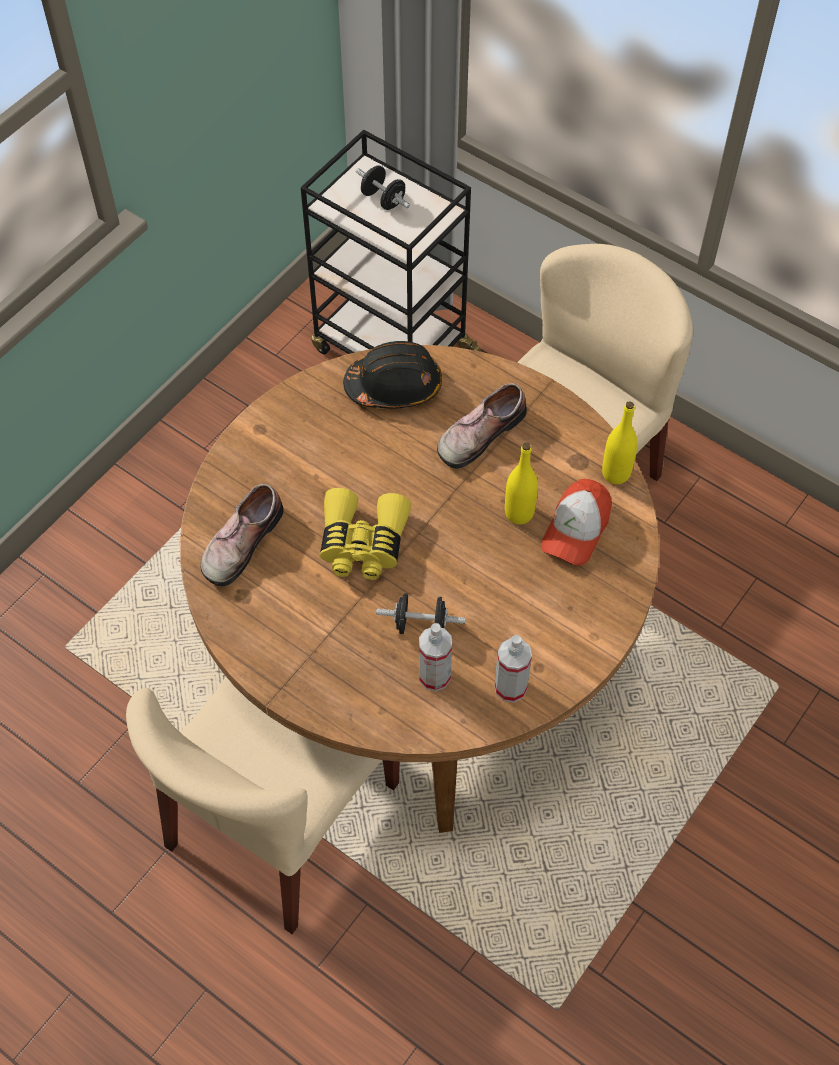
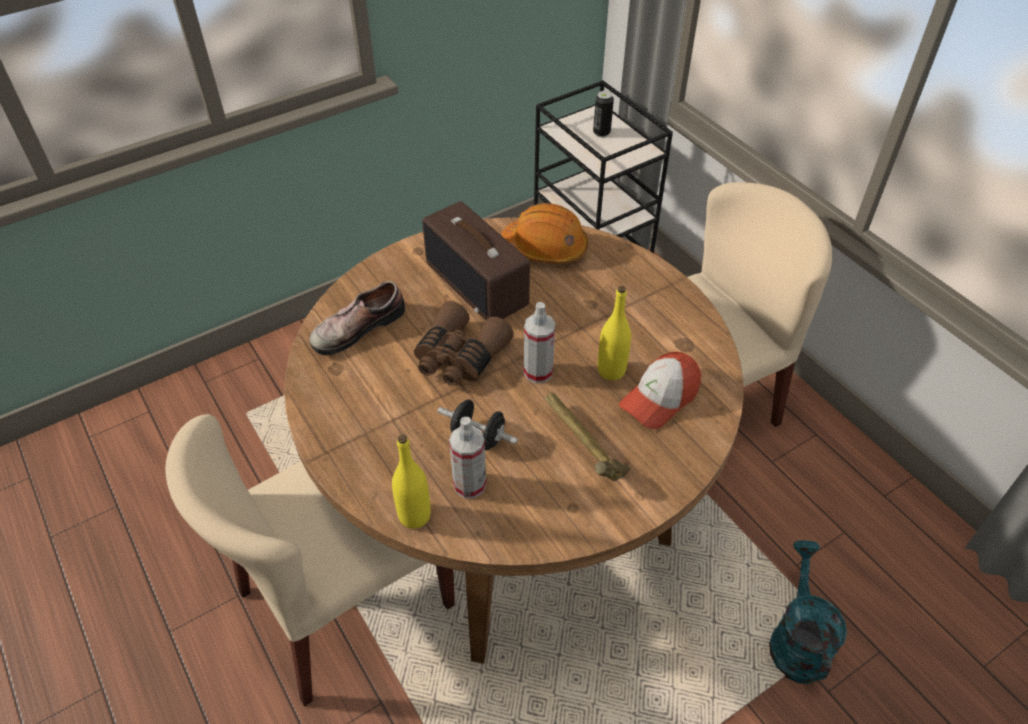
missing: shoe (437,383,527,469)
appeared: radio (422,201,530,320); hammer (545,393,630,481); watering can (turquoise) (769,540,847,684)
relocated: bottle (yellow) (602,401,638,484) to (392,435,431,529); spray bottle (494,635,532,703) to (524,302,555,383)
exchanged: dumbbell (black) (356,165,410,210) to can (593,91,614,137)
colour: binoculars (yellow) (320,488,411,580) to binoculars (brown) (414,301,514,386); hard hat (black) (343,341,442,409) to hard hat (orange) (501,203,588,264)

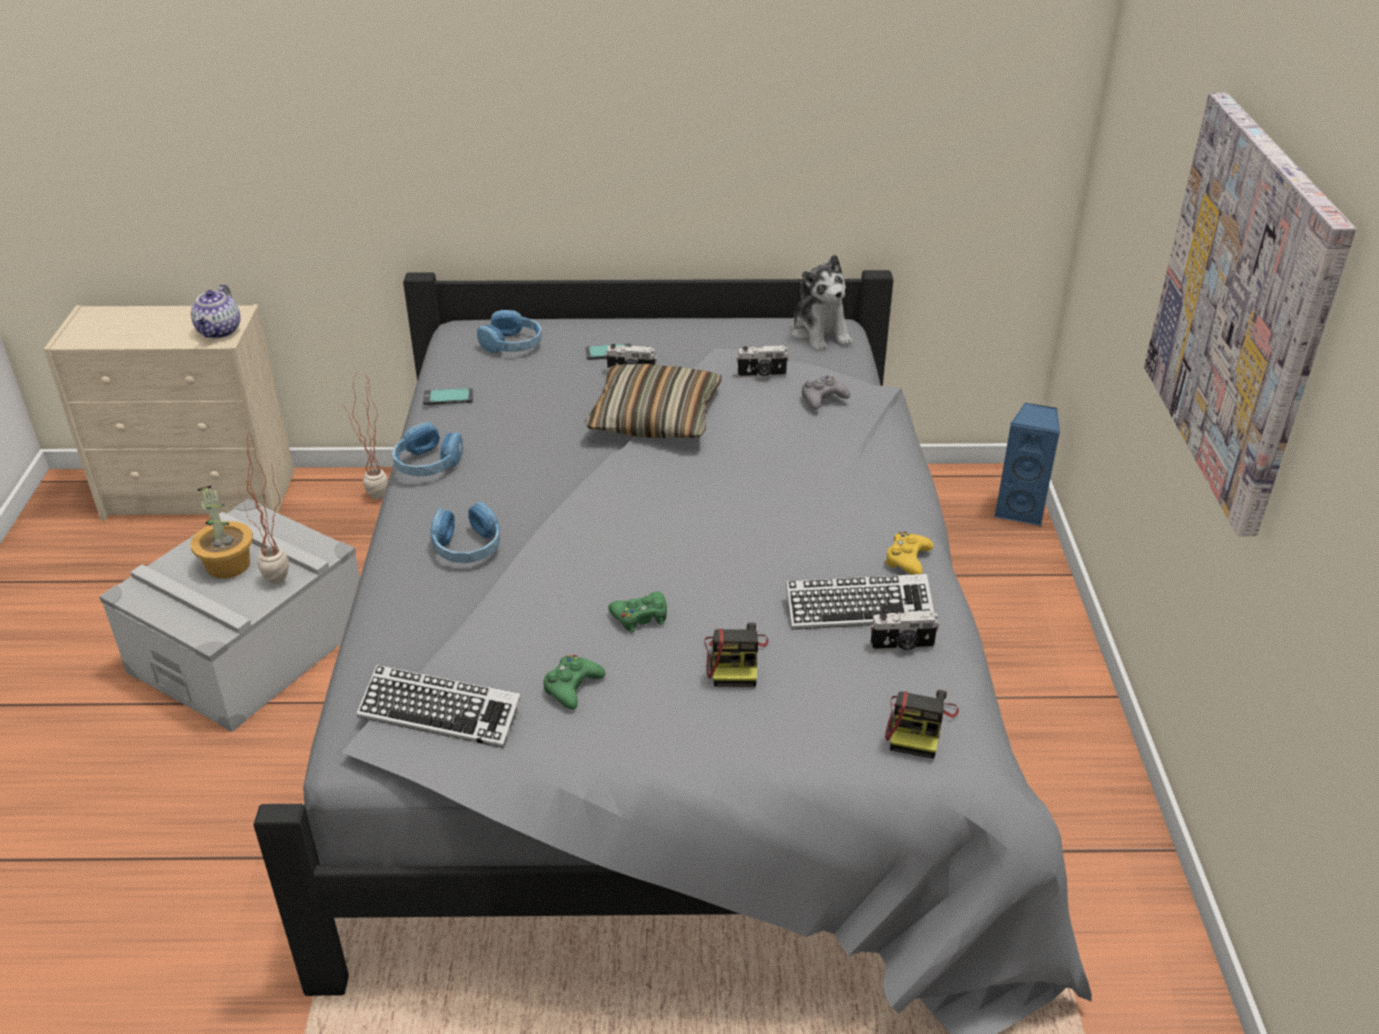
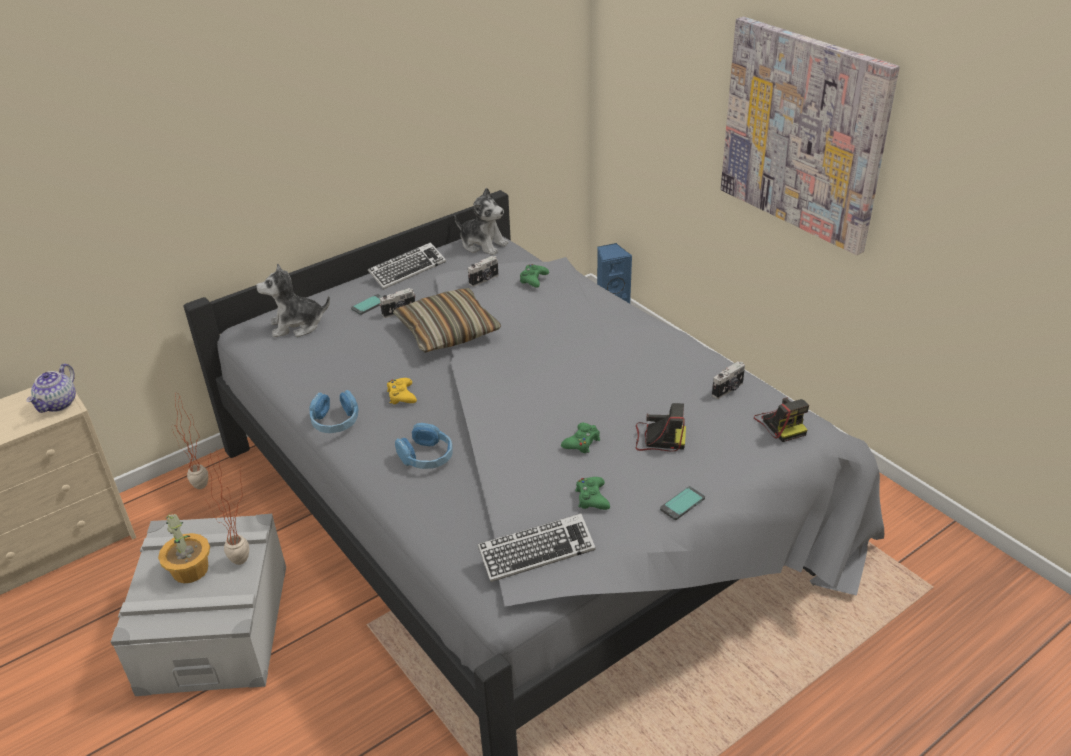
relocated: keyboard (786,574,934,630) to (368,242,446,289); game controller (yellow) (884,532,934,575) to (387,378,417,404); phone (423,388,473,405) to (660,486,705,520)
exchanged: headphones (blue) (477,310,542,354) to plush toy (256,263,330,337)
colour: game controller (grey) (802,376,850,410) to game controller (green) (520,264,549,288)
spun: teapot (191,284,240,338) = (27,364,76,413) 45 degrees clockwise; photo camera (704,623,769,687) = (636,403,686,452) 45 degrees counterclockwise

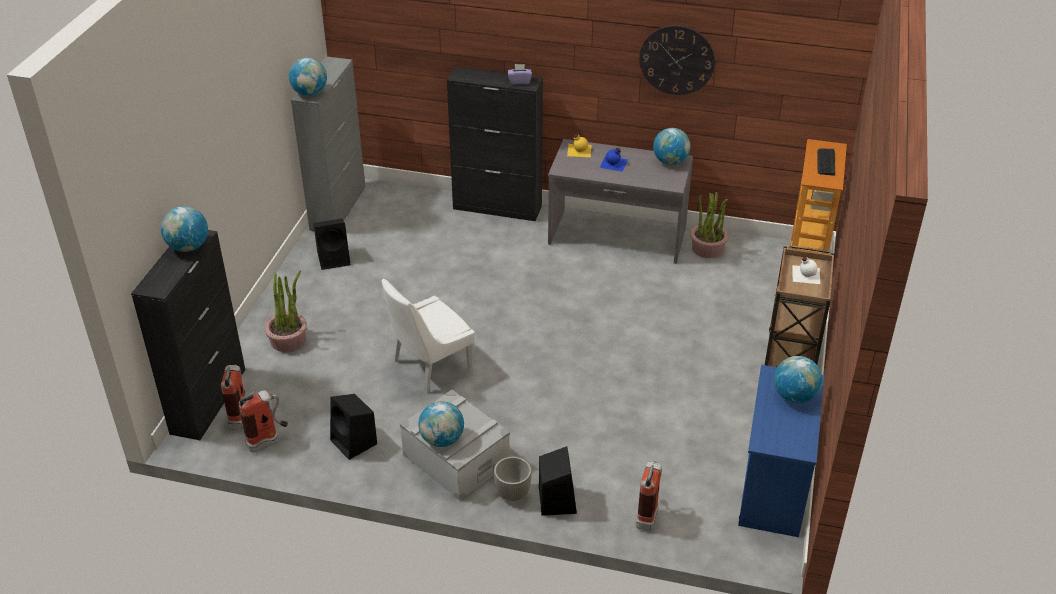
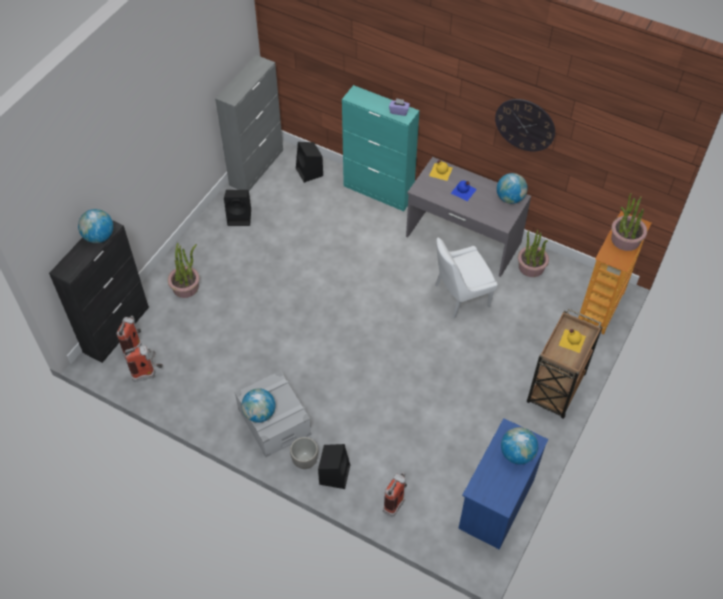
missing: globe (289,58,327,96)
relocated: speaker (black) (330,394,377,460) to (296,142,323,183); chair (white) (382,278,475,394) to (435,237,498,318)
exchanged: keyboard (817,148,835,176) to potted plant (611,193,647,251)
colour: cabinet (black) (447,67,543,221) to cabinet (turquoise) (342,85,420,211); bottle (white) (792,257,820,284) to bottle (yellow) (559,329,586,353)

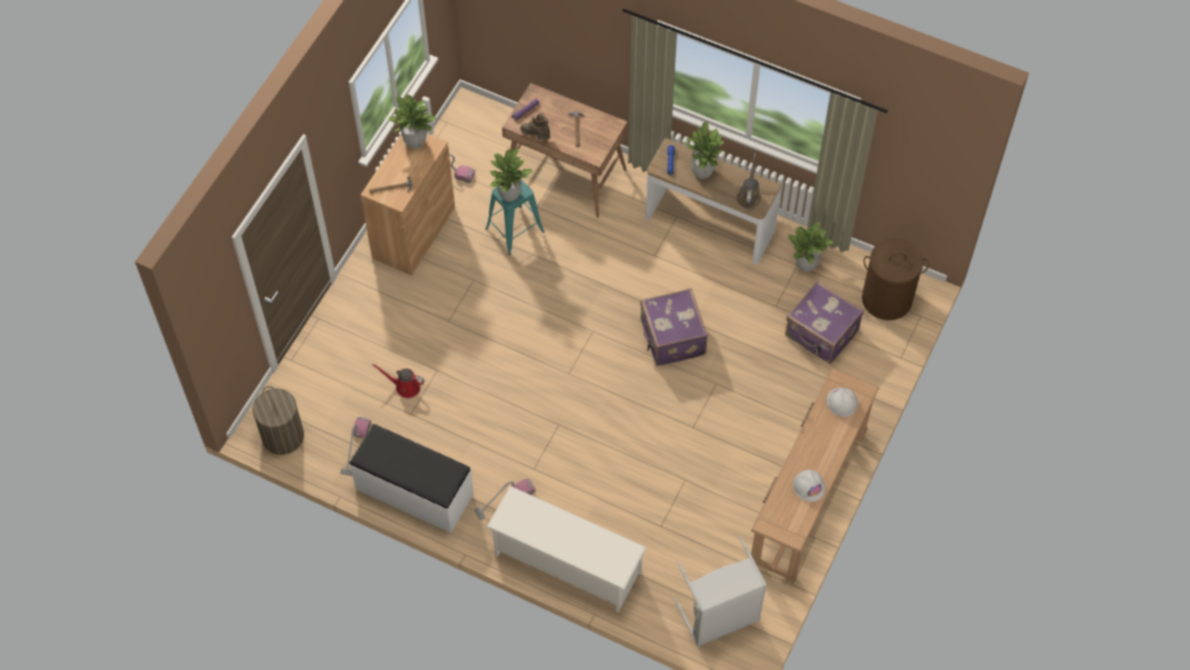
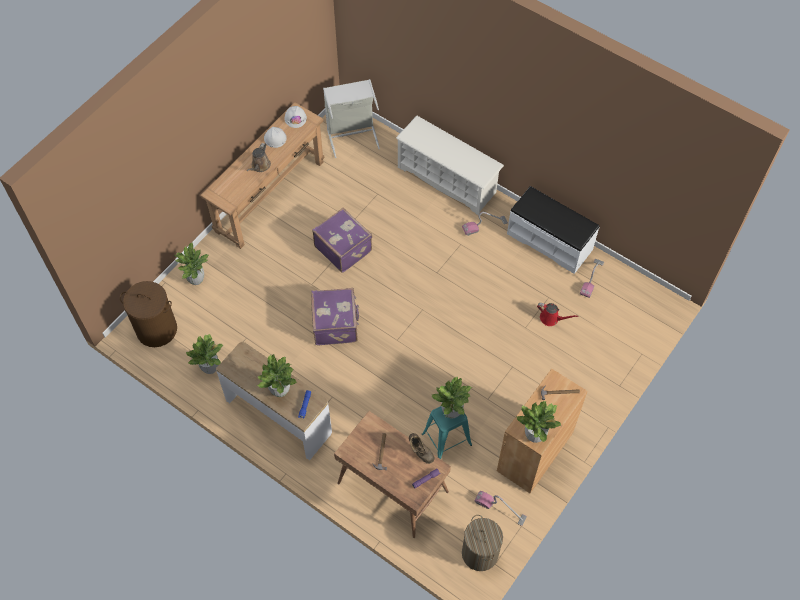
appeared: potted plant (175,242,209,285)
relocated: watering can (brown) (737,153,761,209) to (247,143,271,172); hard hat (white) (826,388,858,417) to (284,106,307,128); suitcase (purple) (785,281,864,364) to (312,208,372,273); laundry basket (252,386,304,455) to (462,515,503,571)

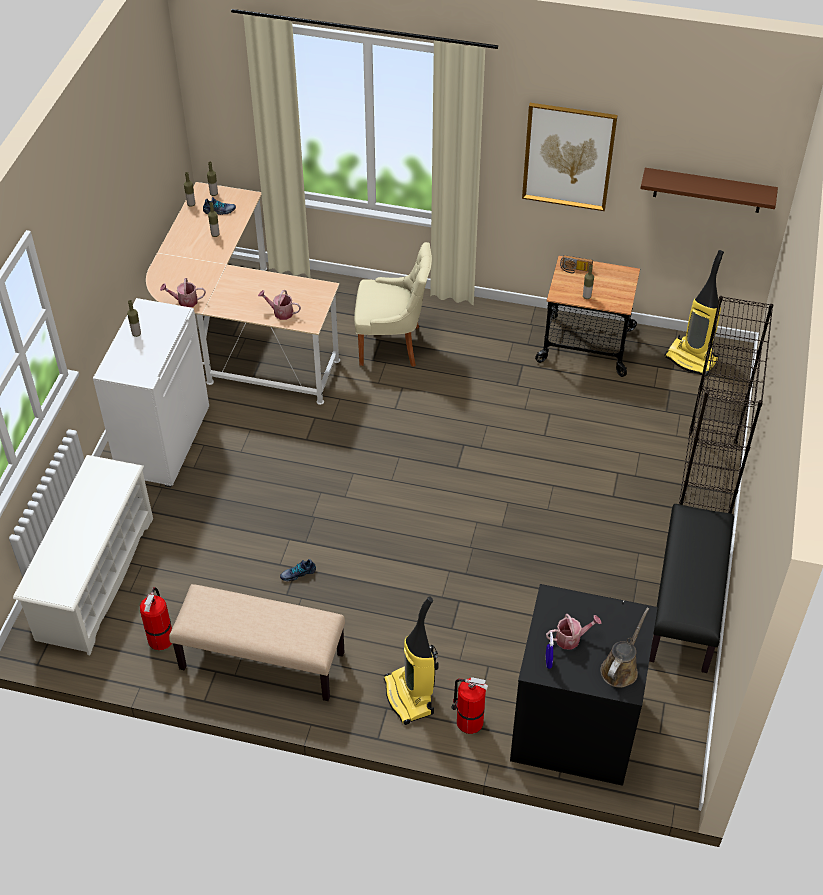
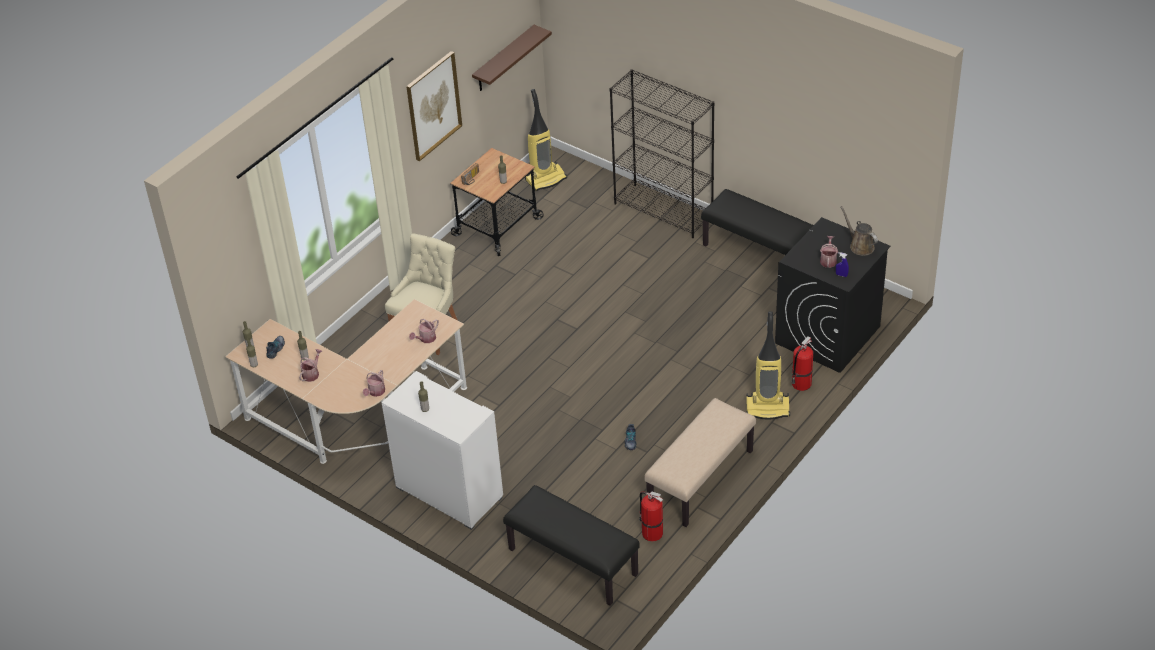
appeared: watering can (299,349,322,382)
exchanged: shoe rack (white) (13,455,153,655) to bench (black) (503,485,640,606)

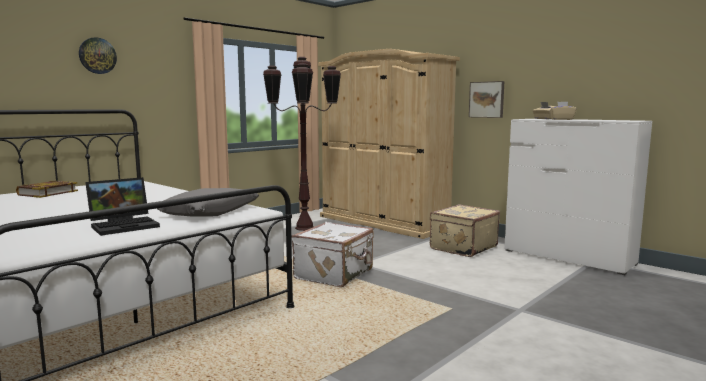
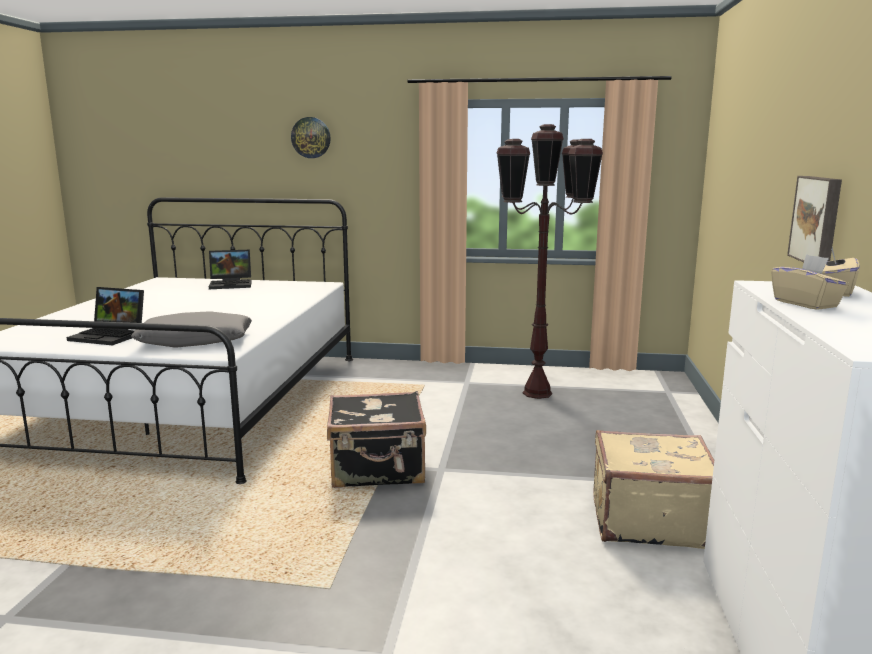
missing: wardrobe (beige) (318,49,460,239)
exchanged: book (16,181,78,198) to laptop (209,250,252,289)
colour: suitcase (white) (292,222,374,287) to suitcase (black) (327,391,426,488)

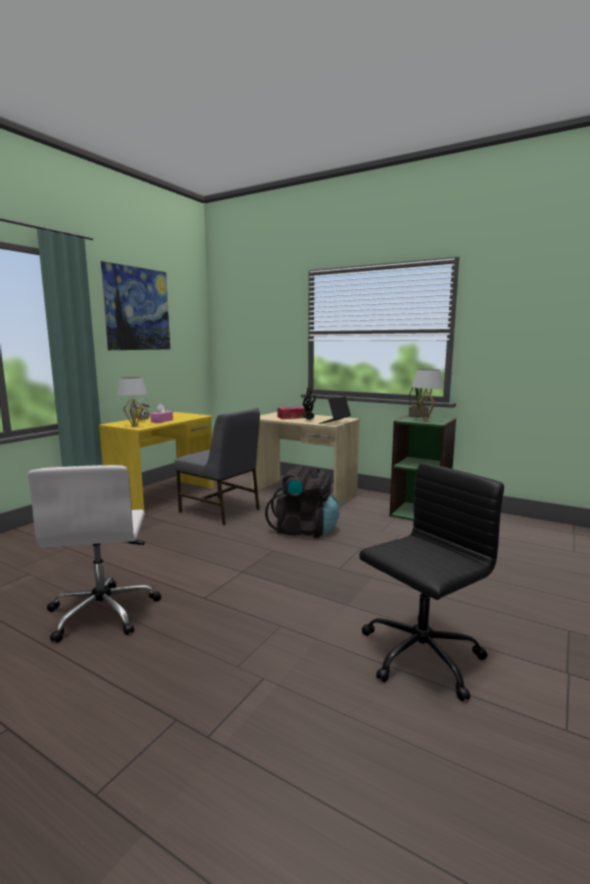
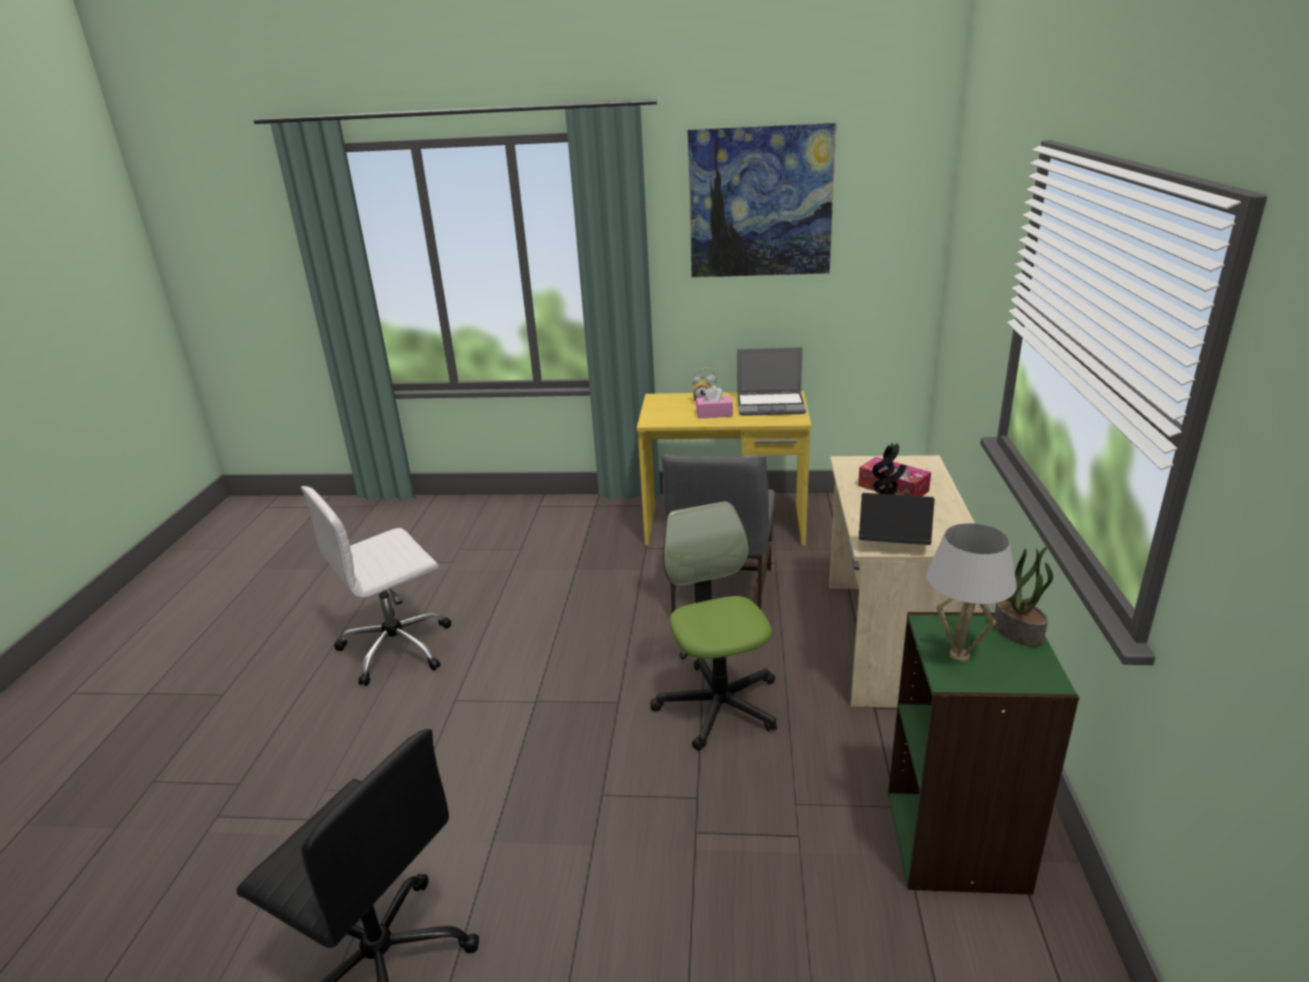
missing: table lamp (white) (117,377,147,427)
appeared: laptop (737,347,806,416)
exchanged: backpack (black) (265,465,340,538) to office chair (650,501,777,751)

